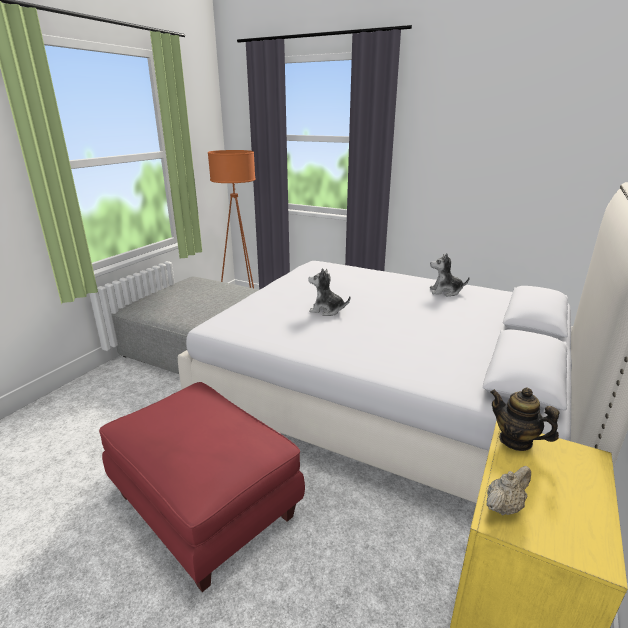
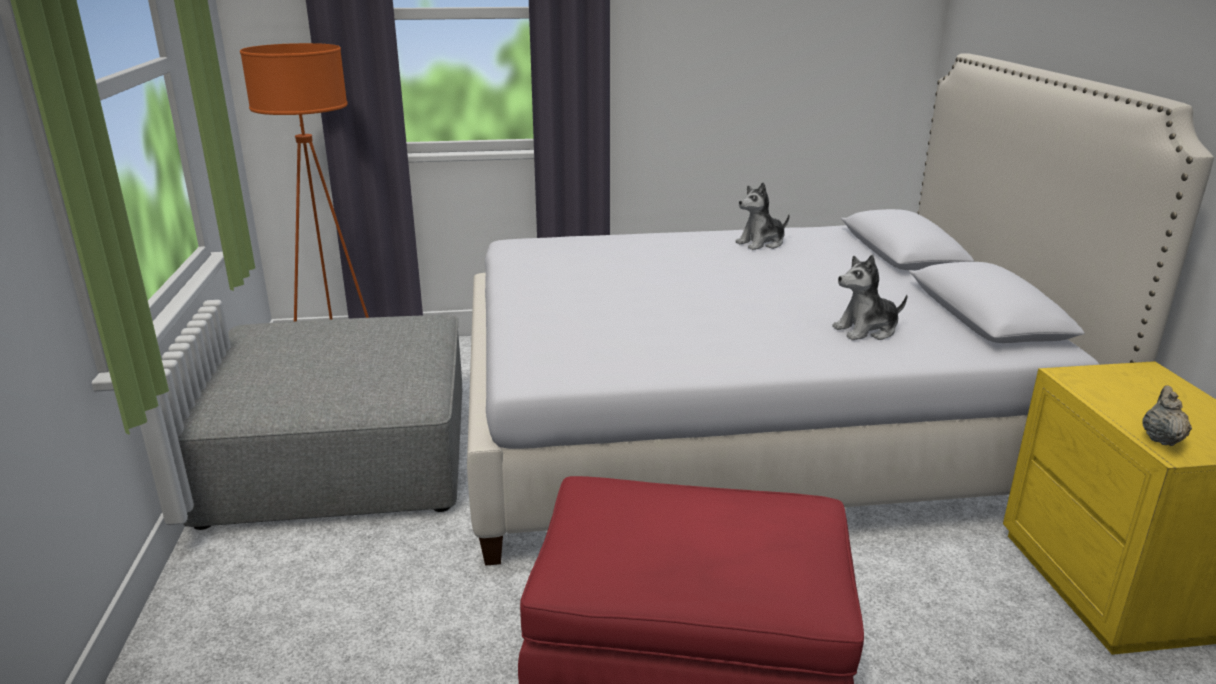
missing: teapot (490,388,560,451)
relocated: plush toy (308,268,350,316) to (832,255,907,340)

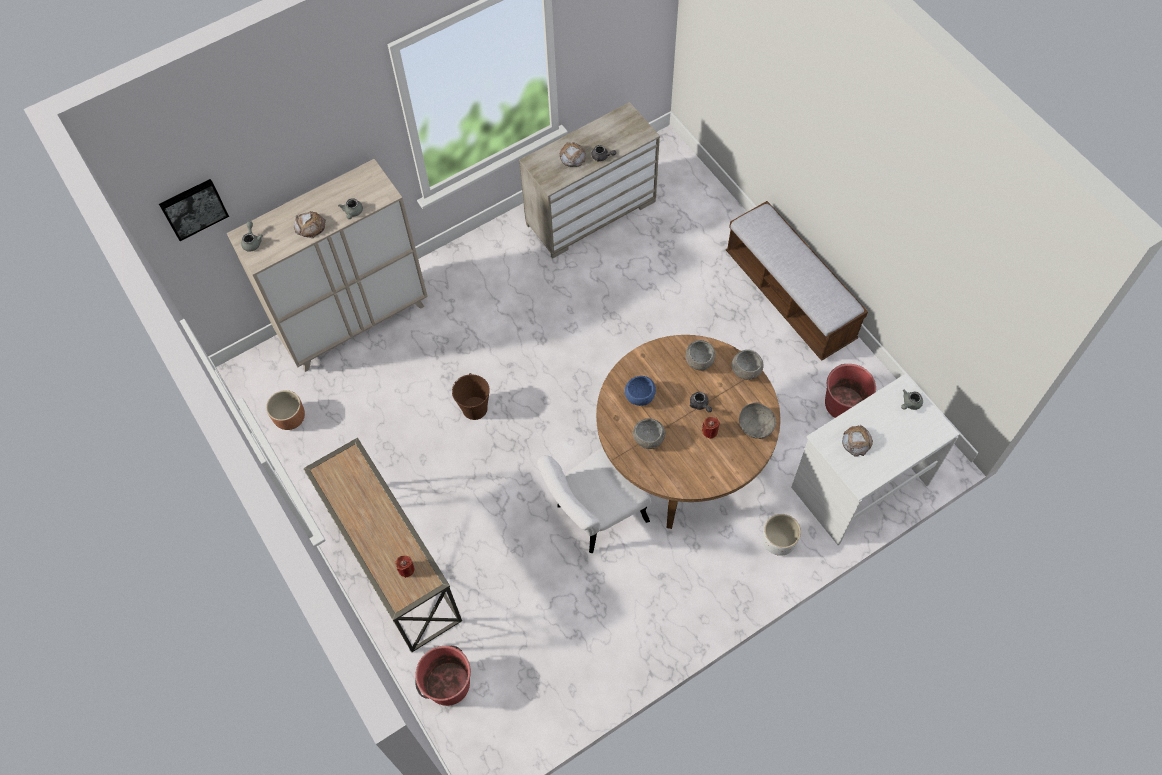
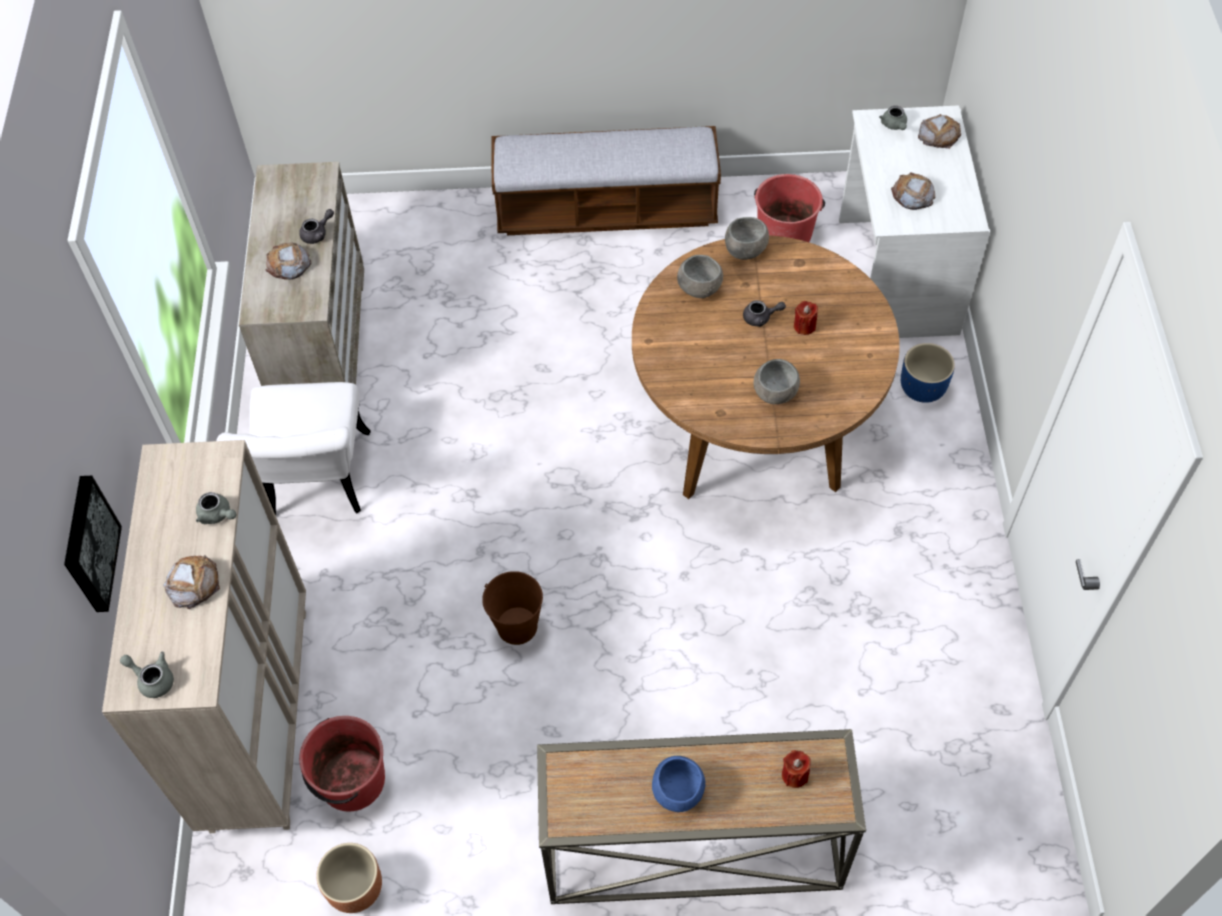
missing: bowl (grey) (739,403,776,439)
appeared: bread (918,114,961,149)
relocated: picture (159,179,229,241) to (64,476,122,612); chair (white) (537,447,651,553) to (216,382,371,515); bucket (red) (415,646,471,706) to (299,716,385,811); bowl (blue) (625,376,656,406) to (652,756,705,812)
colour: planter (white) (762,514,801,556) to planter (blue) (901,343,955,403)

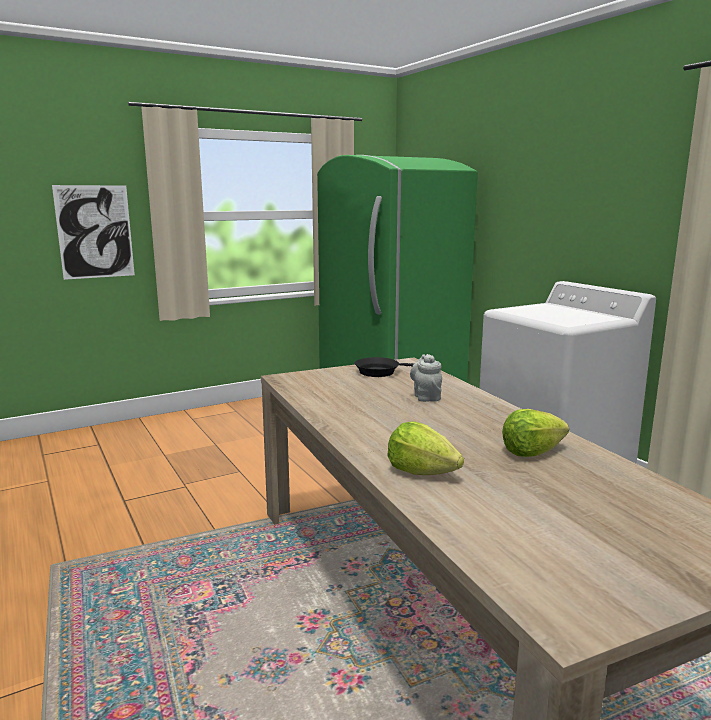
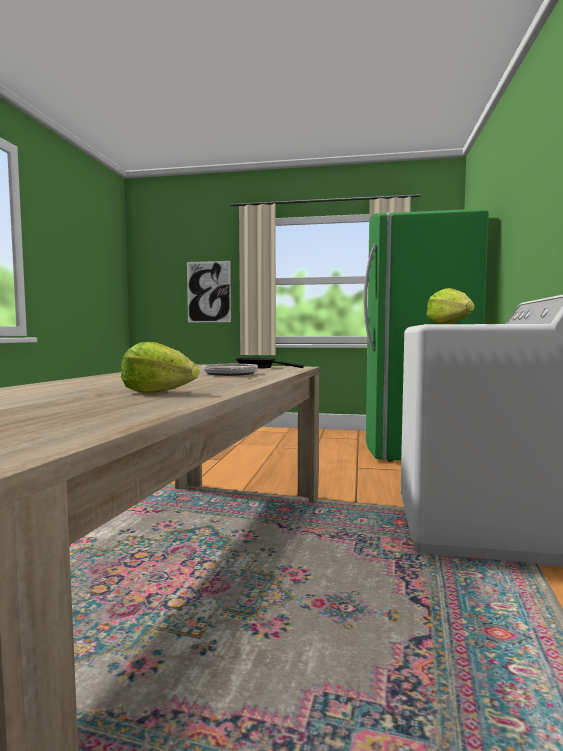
relocated: lettuce (387,422,464,475) to (426,288,475,324)
exchanged: teapot (grey) (410,354,442,402) to frying pan (203,364,258,376)

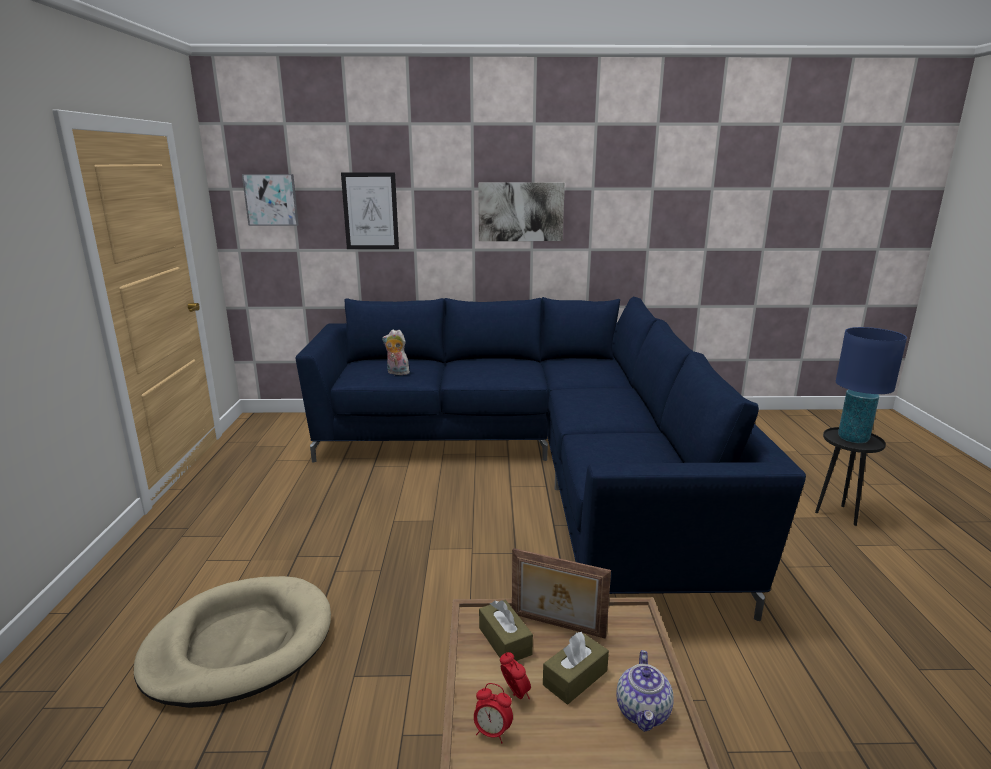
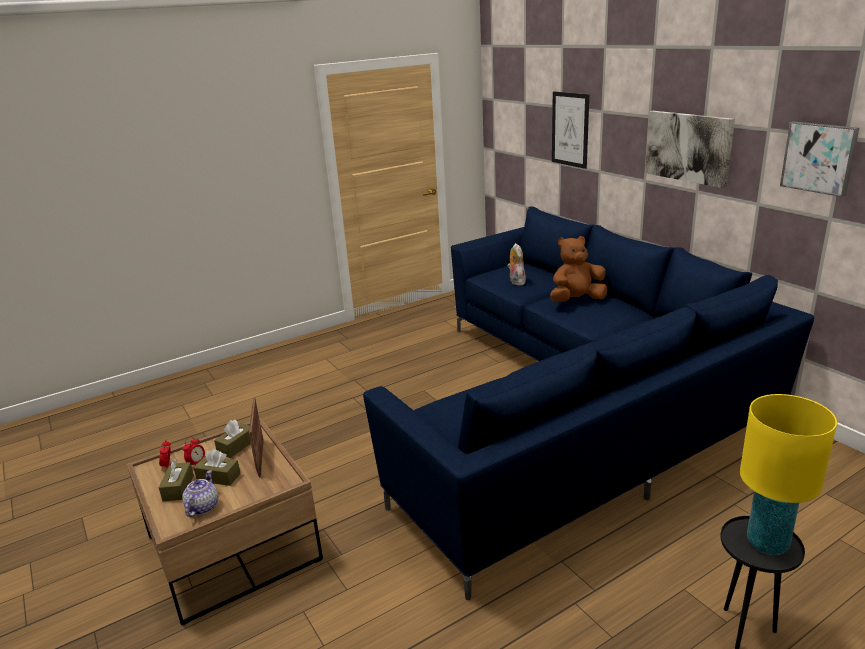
missing: dog bed (beige) (134,576,331,708)
appeared: tissue box (brown) (159,459,194,501); plush toy (brown) (550,236,608,302)
relocated: picture (242,174,299,226) to (780,121,859,197)
colour: table lamp (blue) (836,327,907,443) to table lamp (yellow) (740,394,837,555)
spun: teapot (616,650,674,732) = (182,470,218,517) 120 degrees clockwise

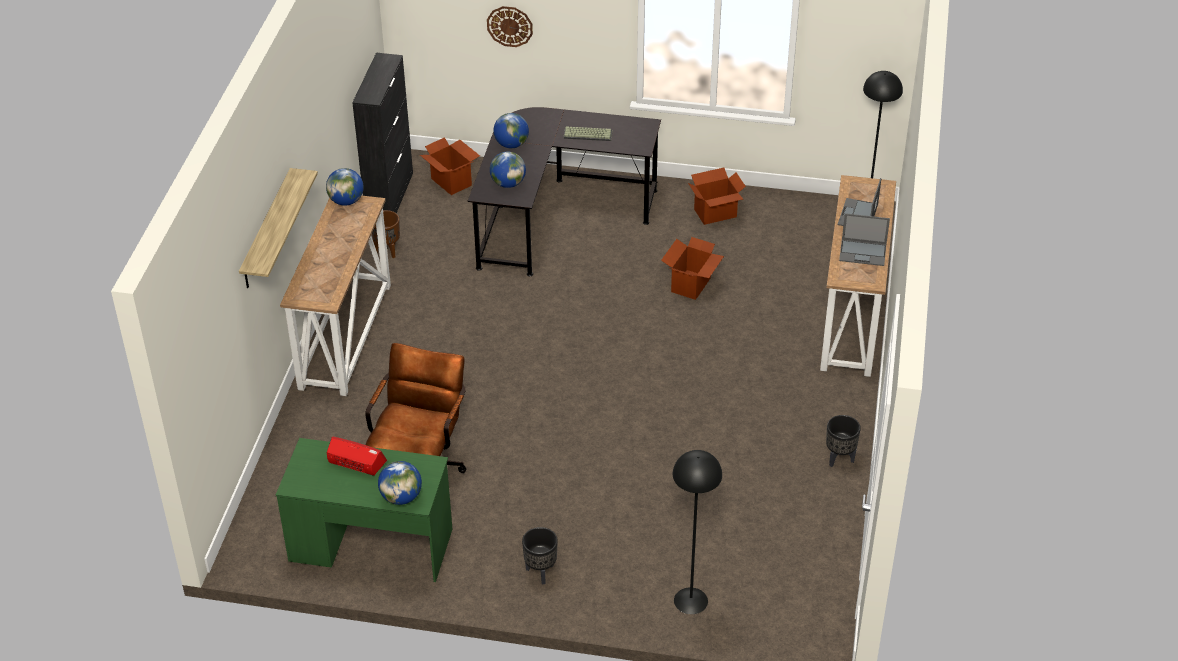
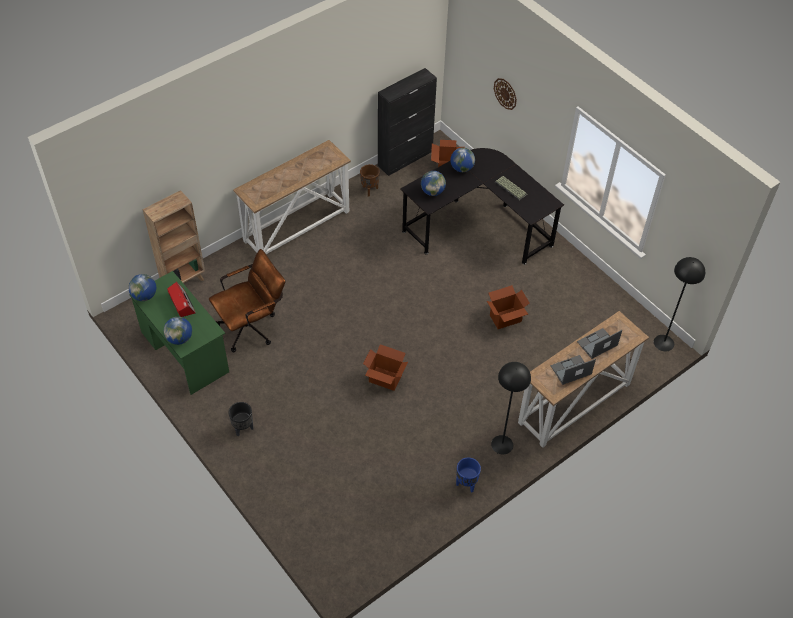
missing: shelf (239,168,318,288)
appeared: bookcase (brown) (143,190,205,283)
relocated: globe (326,168,364,206) to (128,274,156,301); cardboard box (688,168,746,225) to (363,344,408,391); floor lamp (black) (673,450,722,614) to (491,362,531,455)
colour: planter (black) (826,415,861,467) to planter (blue) (456,458,481,493)
spun: laptop (839,213,890,266) = (551,355,596,385) 105 degrees clockwise

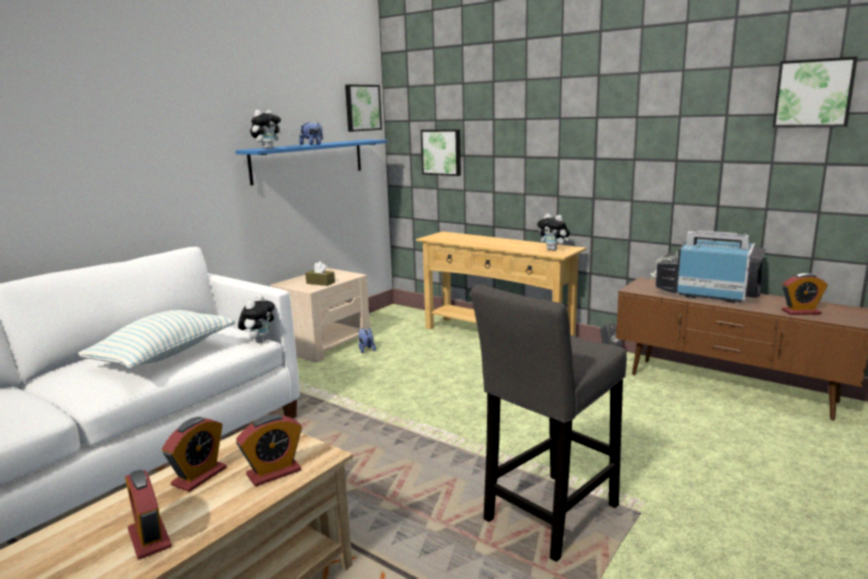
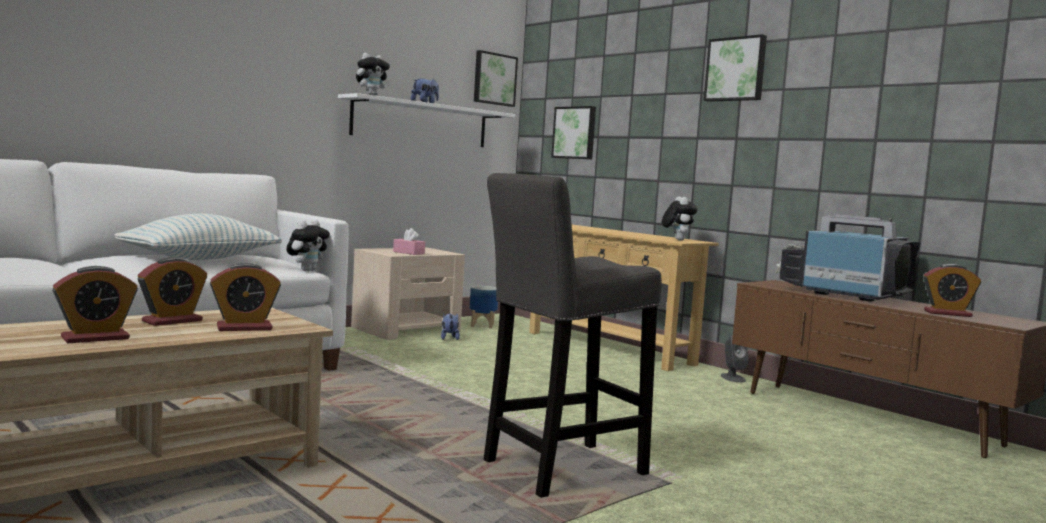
appeared: planter (470,286,498,328)
relocated: picture (772,56,858,128) to (704,34,767,102)
colour: shelf (blue) (235,140,387,186) to shelf (white) (338,93,515,147); tissue box (brown) (305,261,335,286) to tissue box (pink) (393,228,425,255)
spun: alarm clock (125,470,172,559) = (52,266,138,343) 105 degrees counterclockwise; plush toy (537,213,570,251) = (662,197,698,241) 150 degrees counterclockwise

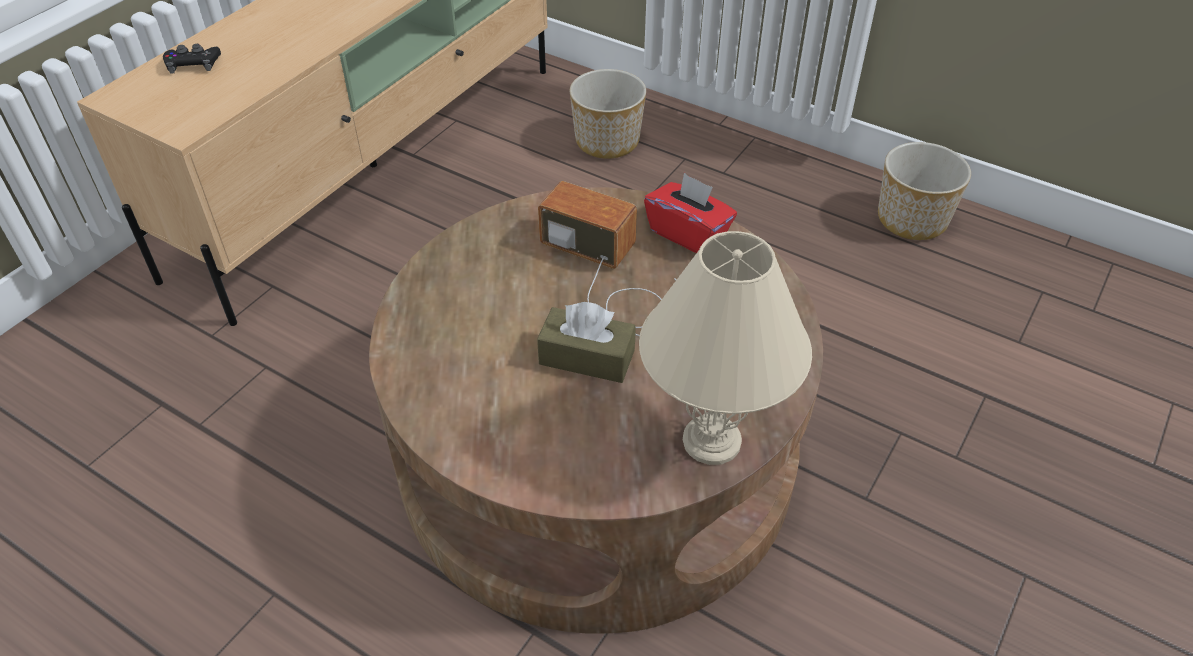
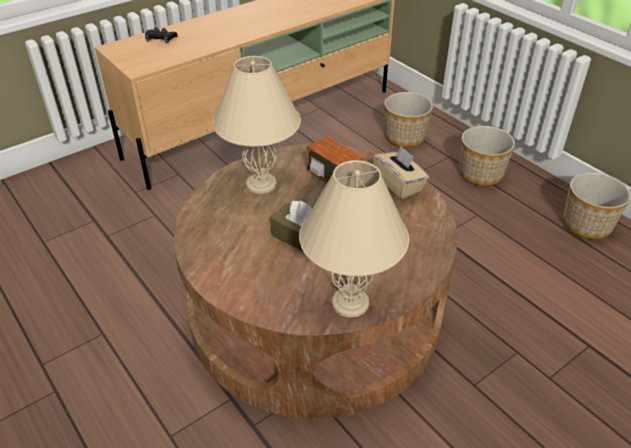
appeared: table lamp (beige) (213,56,301,194); planter (459,126,515,186)
colour: tissue box (red) (644,173,737,253) to tissue box (beige) (373,146,429,199)

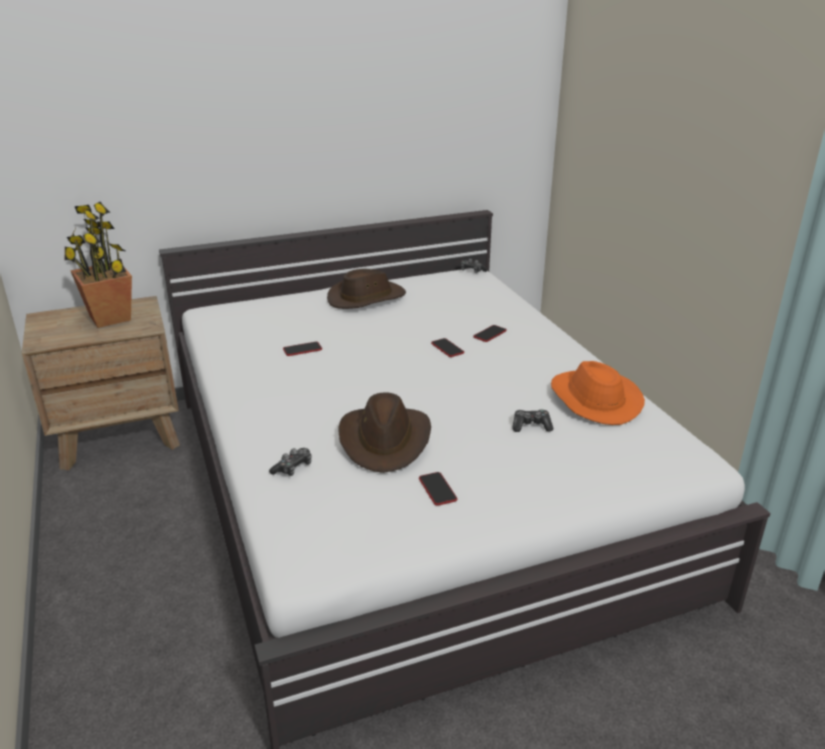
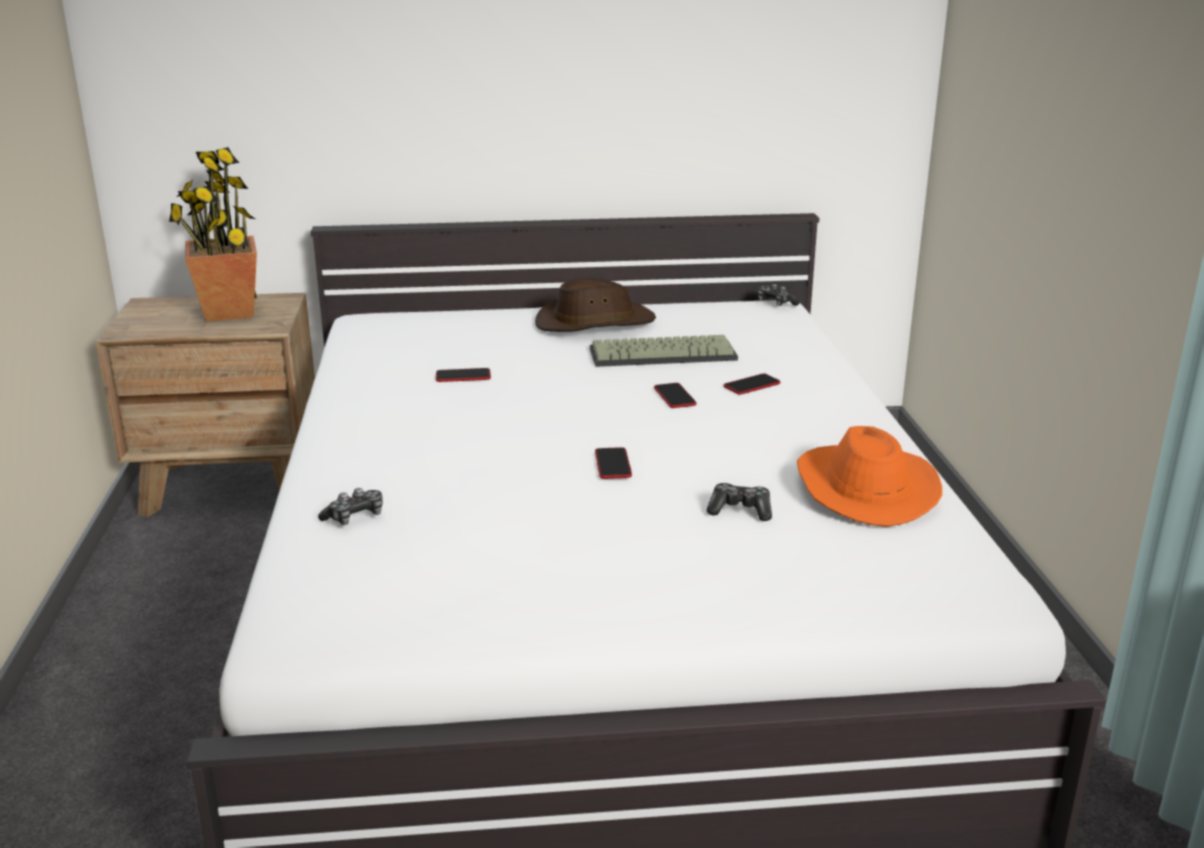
missing: hat (brown) (338,392,431,473)
appeared: keyboard (590,335,738,367)
relocated: phone (419,472,457,506) to (595,447,632,479)

